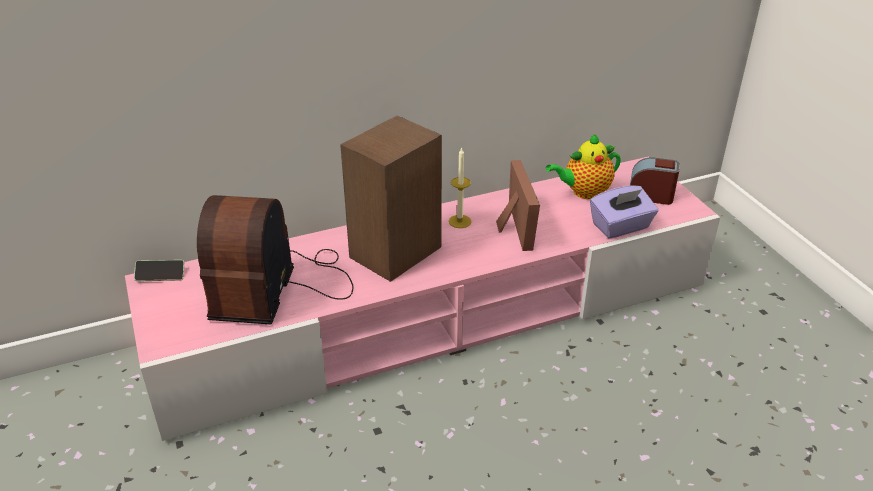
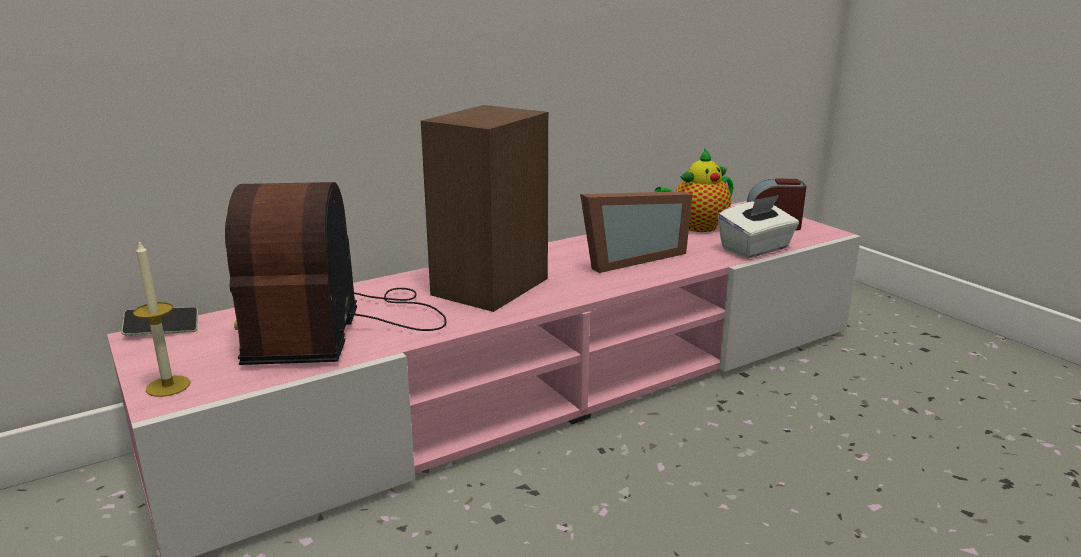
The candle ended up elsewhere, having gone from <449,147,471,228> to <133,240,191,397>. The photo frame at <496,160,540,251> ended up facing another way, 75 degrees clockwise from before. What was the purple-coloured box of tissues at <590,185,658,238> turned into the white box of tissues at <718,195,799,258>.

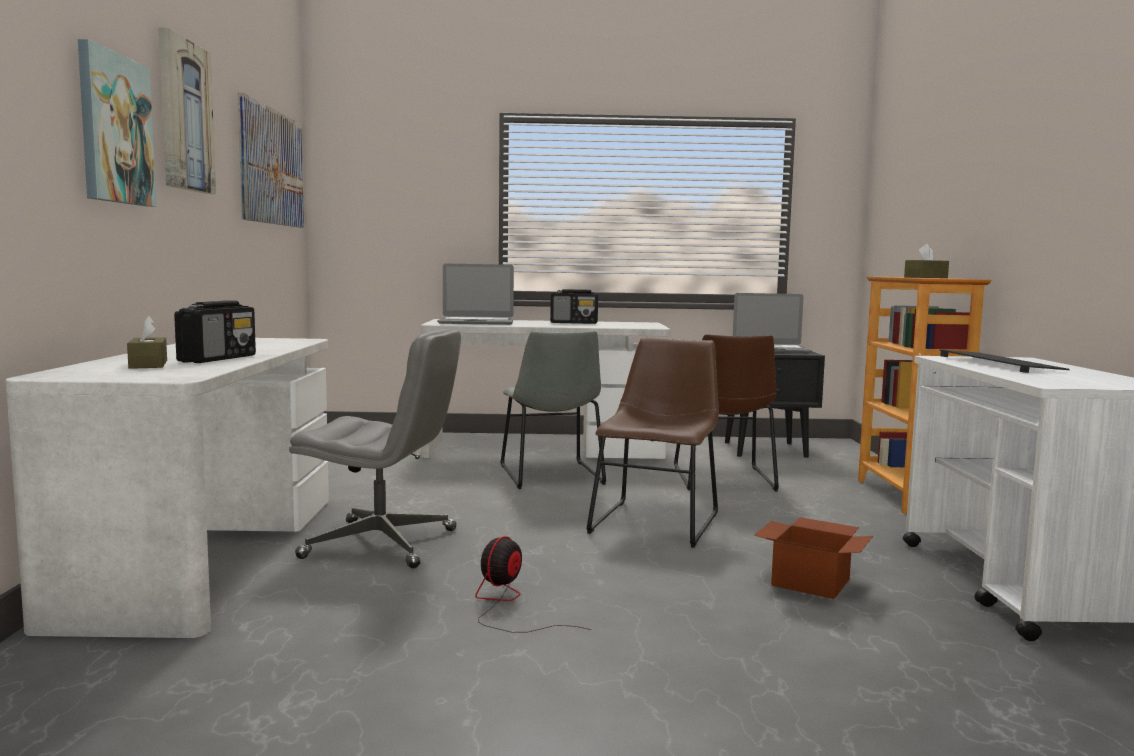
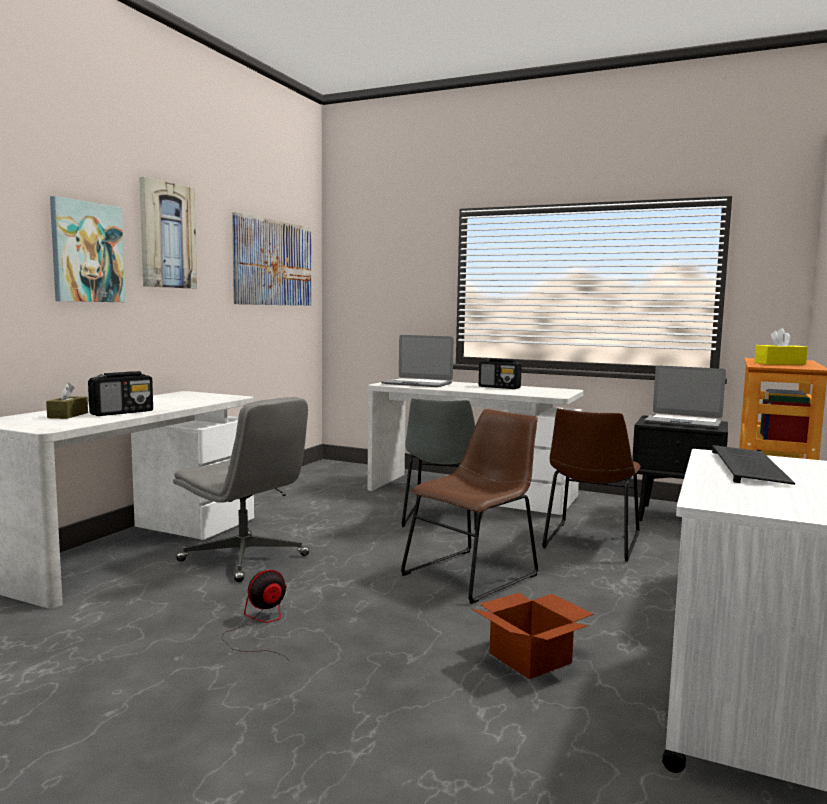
What was the brownish box of tissues at <904,244,949,278> turned into the yellowish box of tissues at <754,328,808,365>.

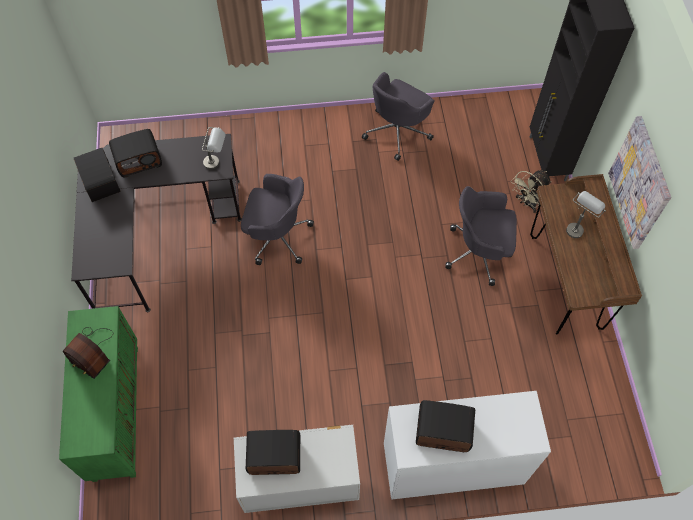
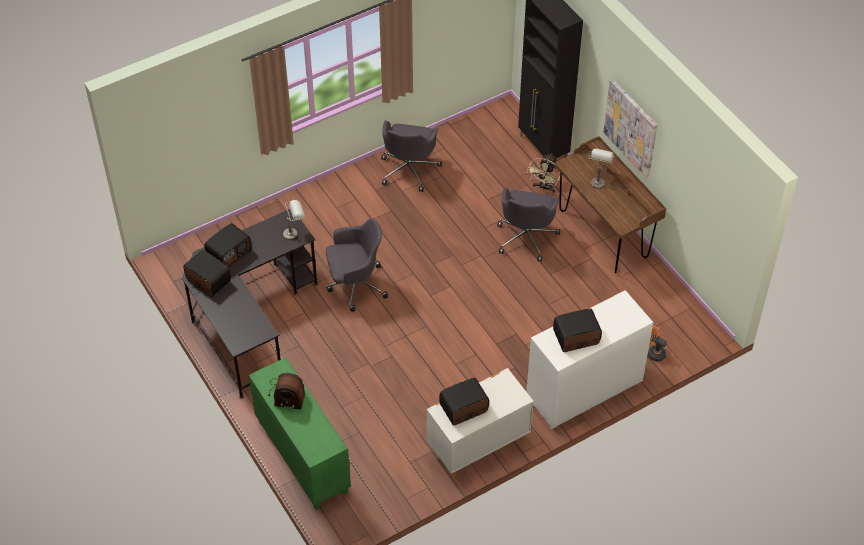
The greyish desk chair at <445,186,517,286> ended up facing another way, 60 degrees counterclockwise from before. The second view gained the orange-coloured fan at <648,326,667,362>.

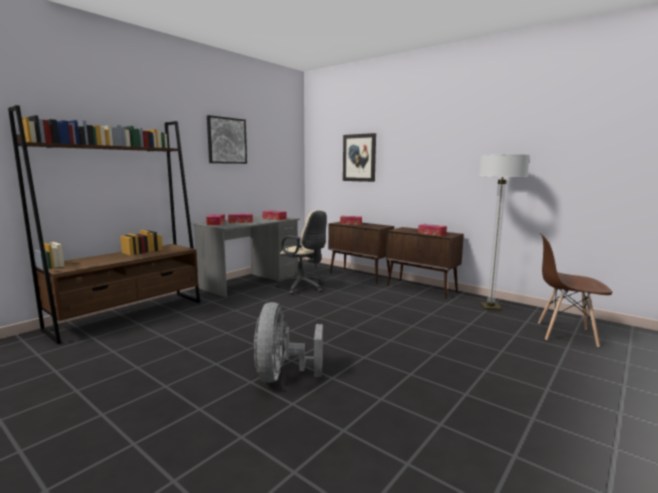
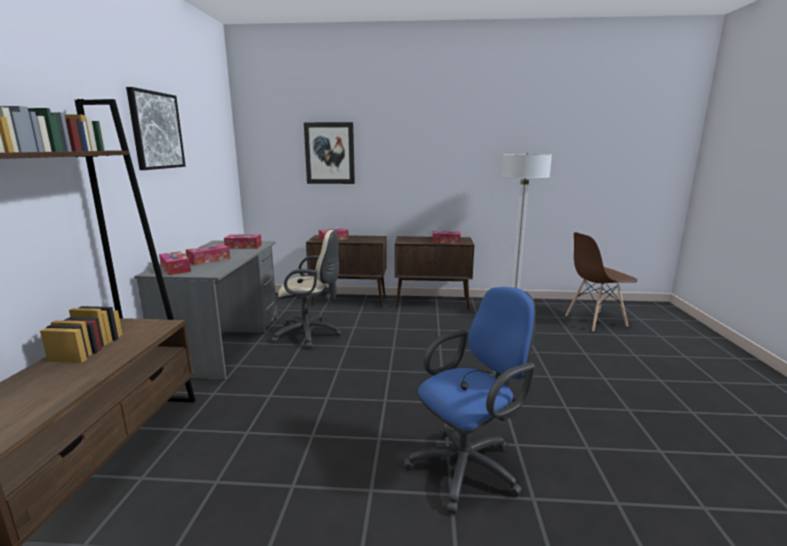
Where the greyish fan stood at <254,302,323,383>, the bluish desk chair came to stand at <404,287,536,514>.

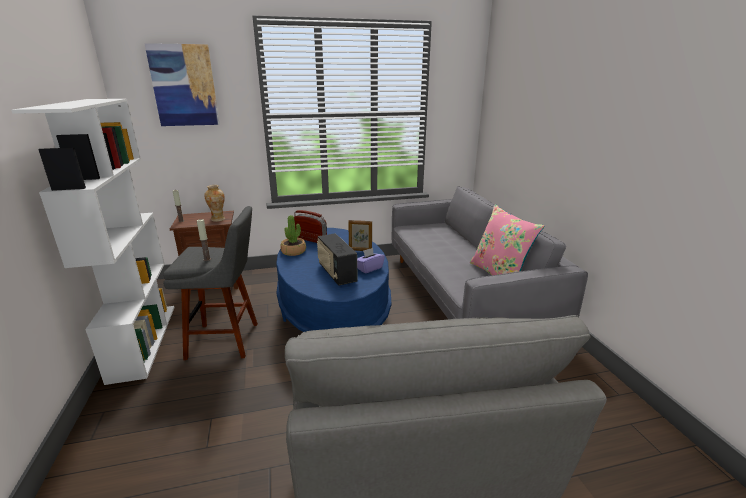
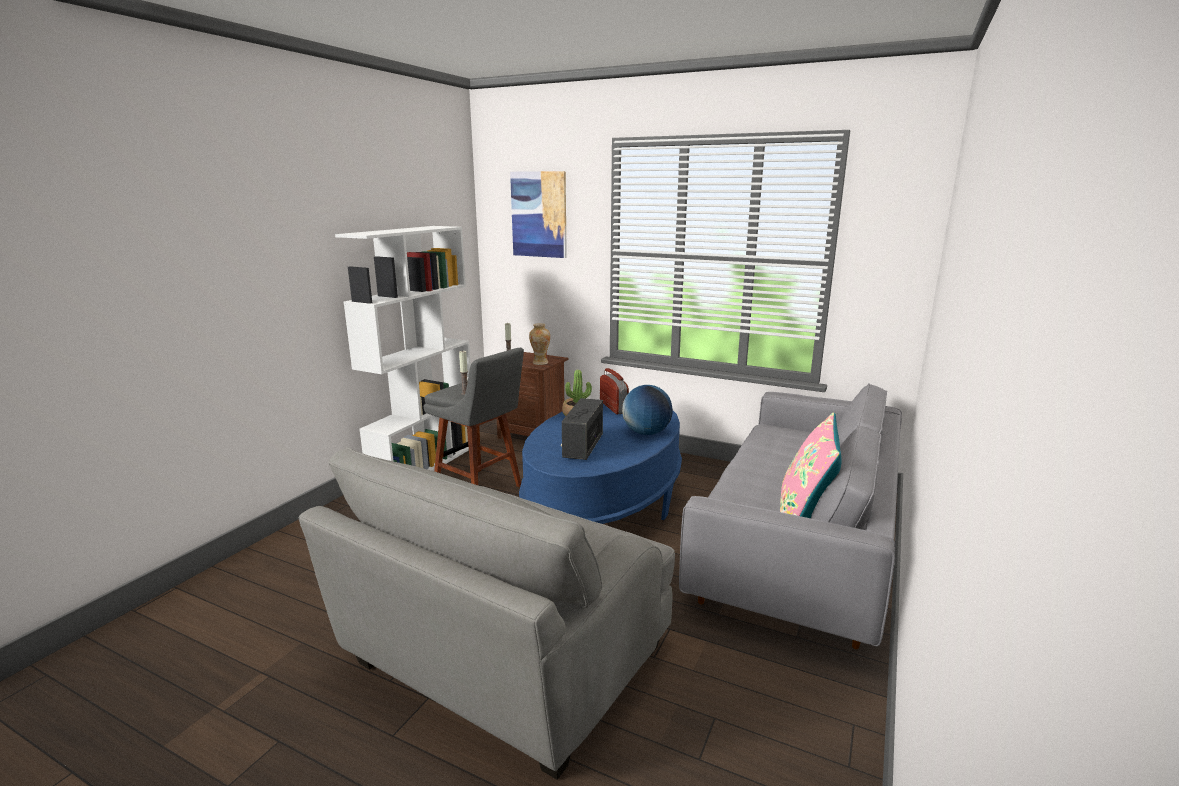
Where the photo frame stood at <348,220,372,251>, the world globe came to stand at <622,385,673,435>. The second view lost the purple-coloured box of tissues at <357,248,385,273>.

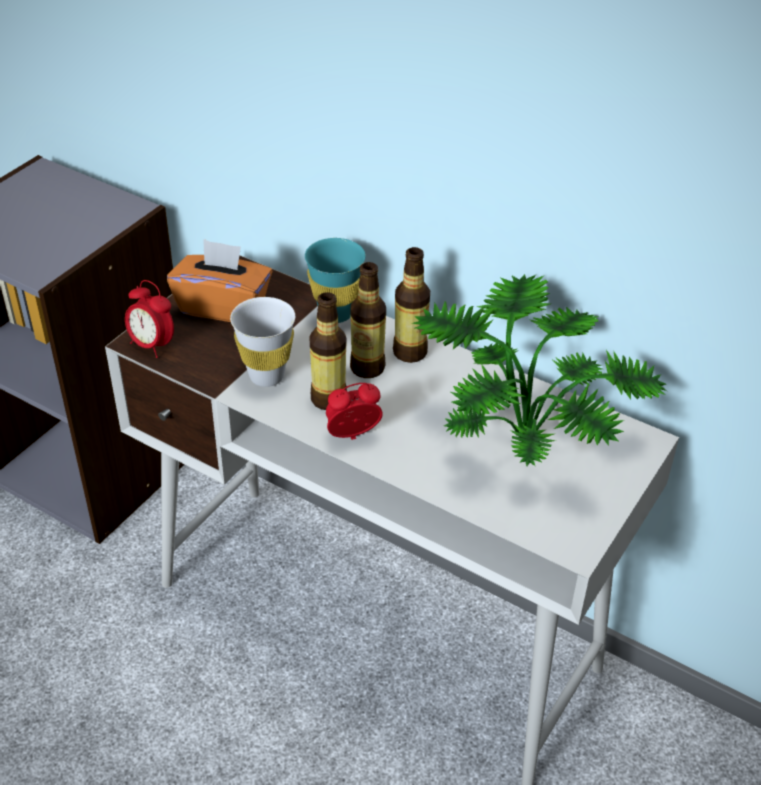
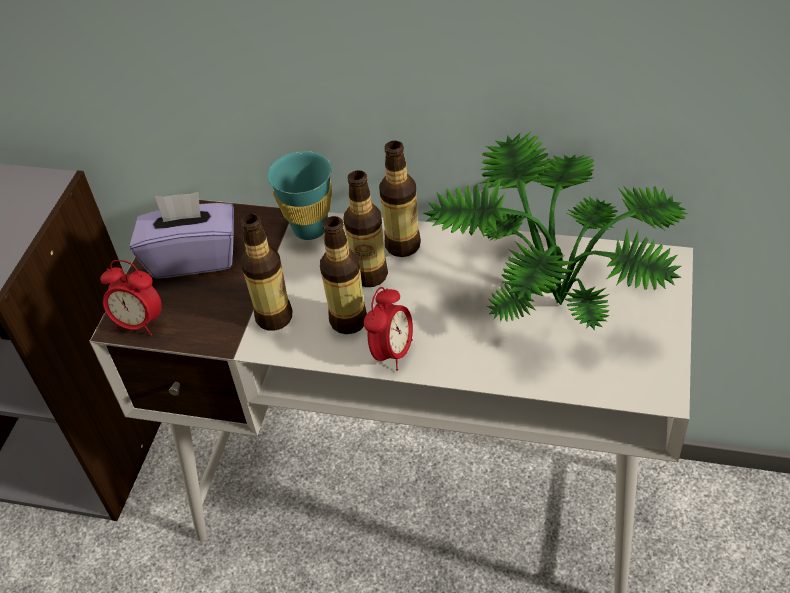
What was the orange-coloured box of tissues at <167,239,273,322> turned into the purple-coloured box of tissues at <130,192,234,278>. Where the white small cup stood at <230,297,295,387>, the bottle came to stand at <241,214,292,331>. The alarm clock at <326,383,383,440> ended up facing another way, 150 degrees clockwise from before.

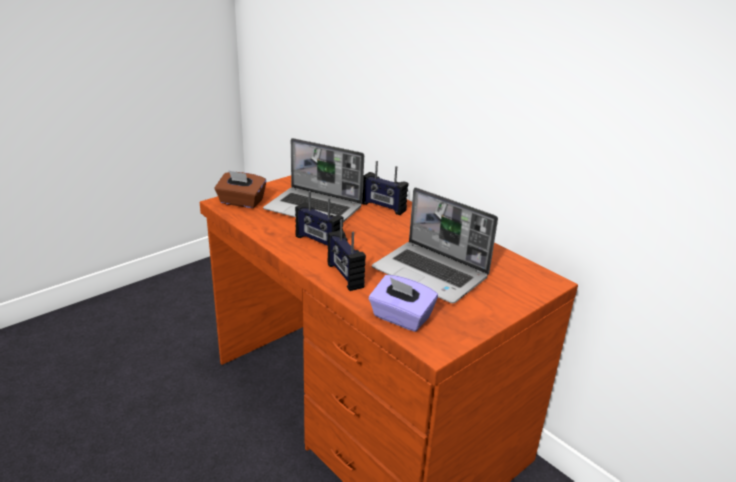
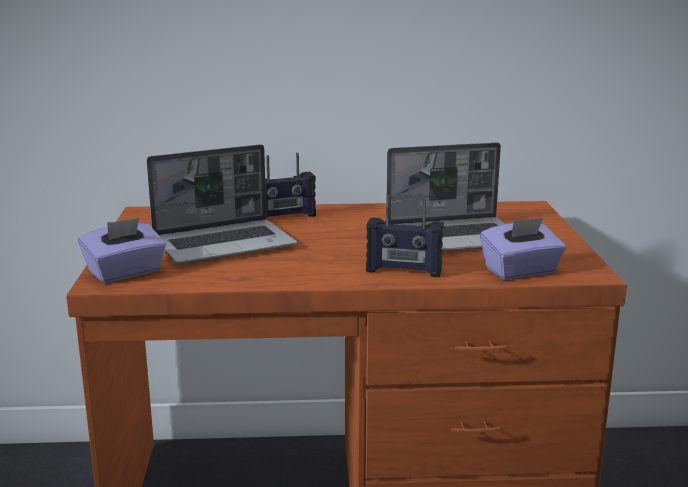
What was the brownish box of tissues at <214,170,266,208> turned into the purple-coloured box of tissues at <78,218,166,283>. The second view lost the radio at <295,191,344,246>.

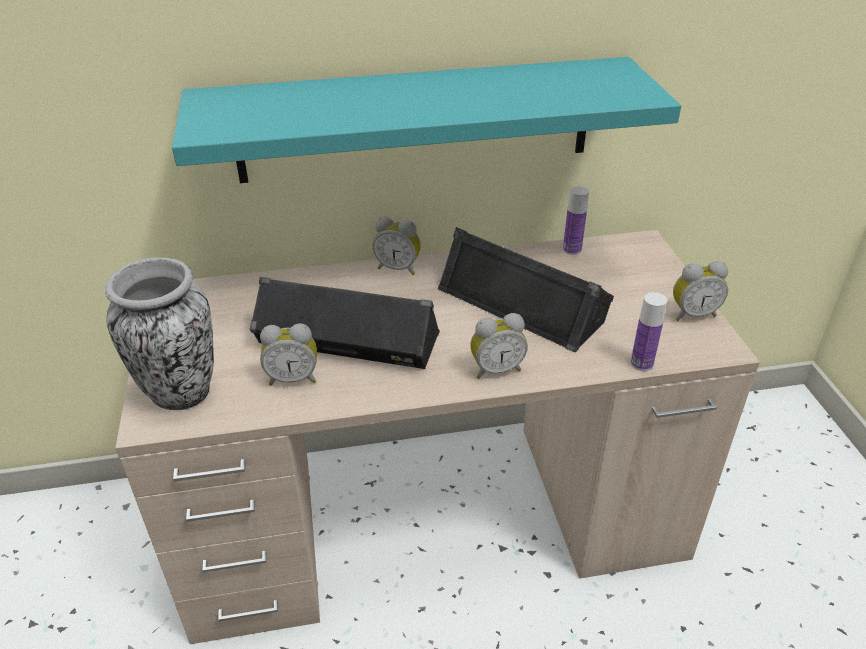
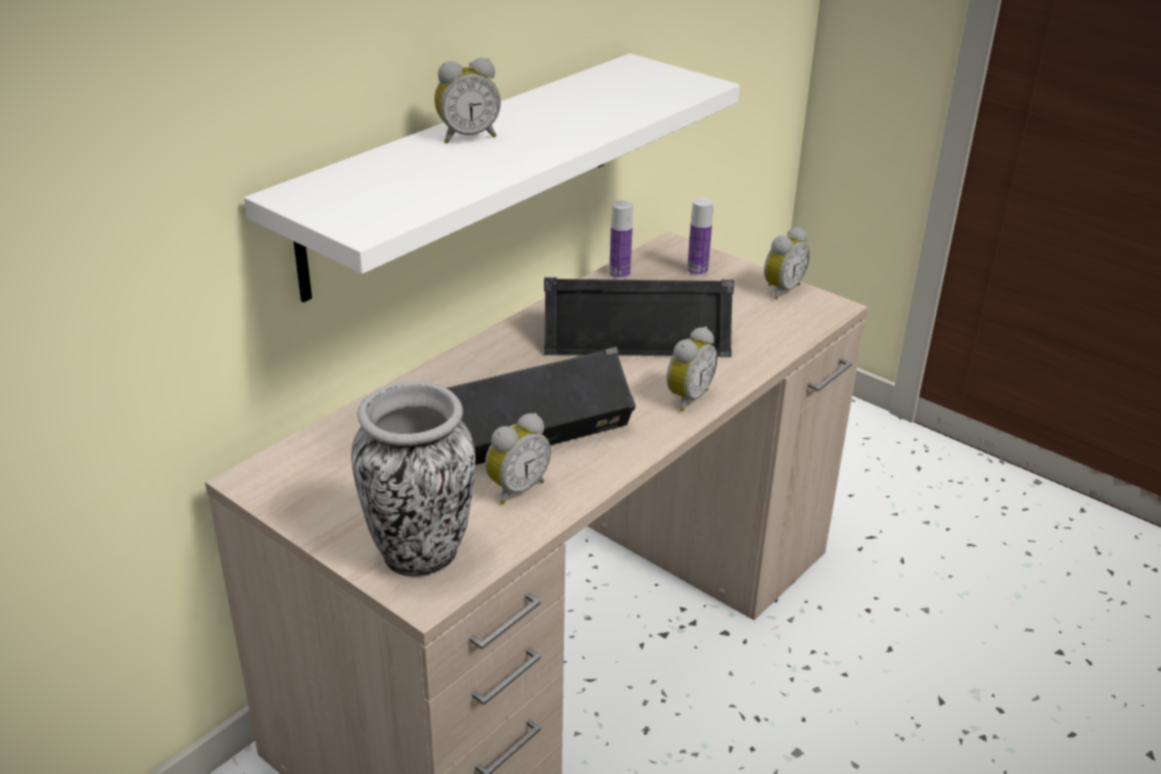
What was the turquoise wall shelf at <172,57,681,183> turned into the white wall shelf at <244,53,740,302>. The alarm clock ended up elsewhere, having gone from <373,217,421,275> to <434,58,501,143>. The bottle ended up elsewhere, having gone from <631,292,667,371> to <687,198,713,276>.

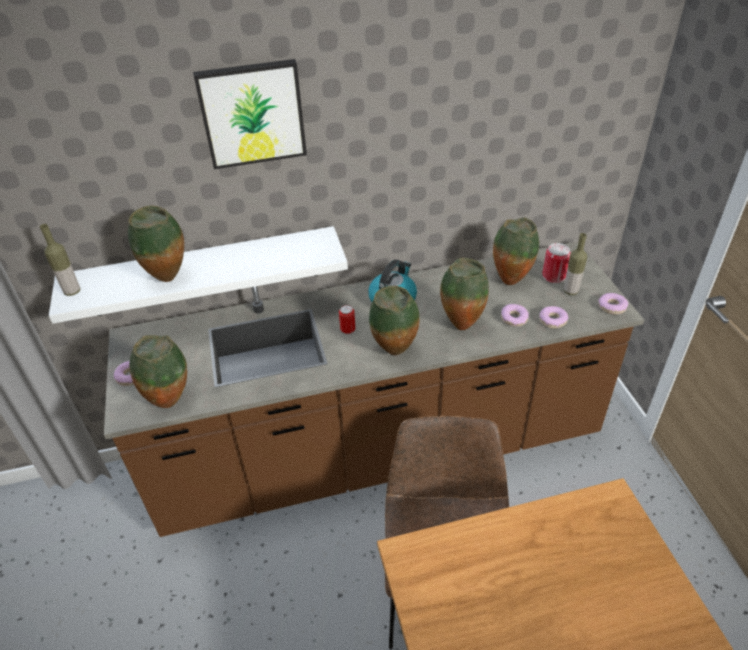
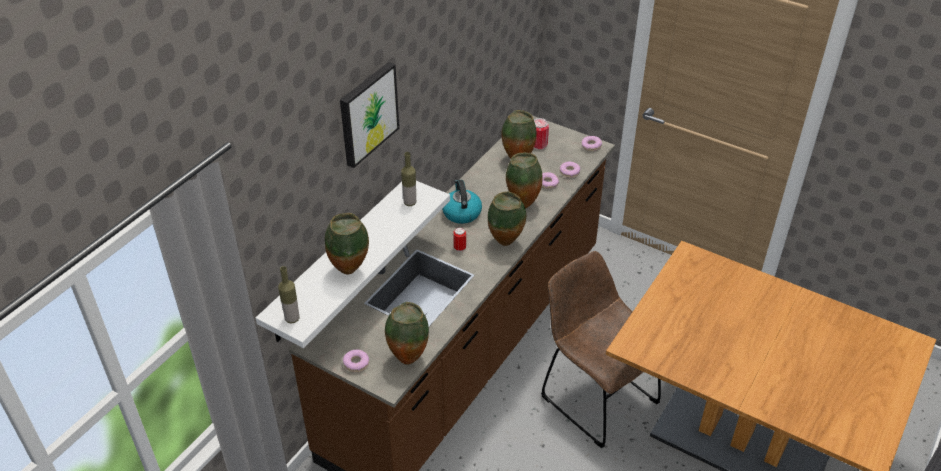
The bottle ended up elsewhere, having gone from <564,233,587,295> to <401,152,416,206>.

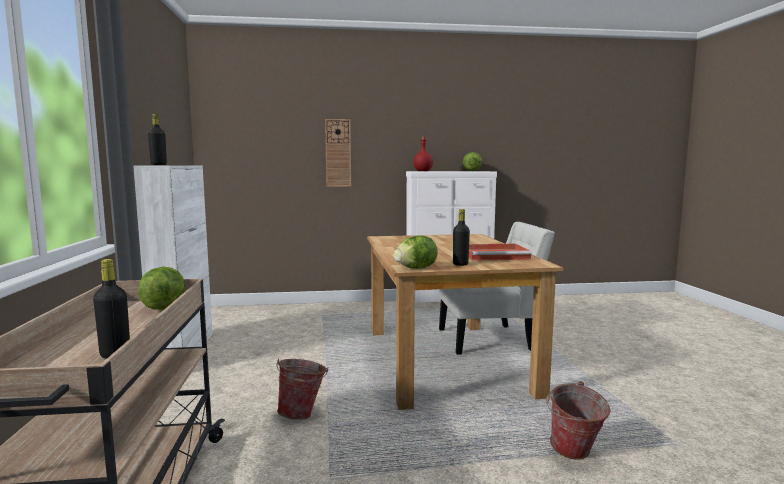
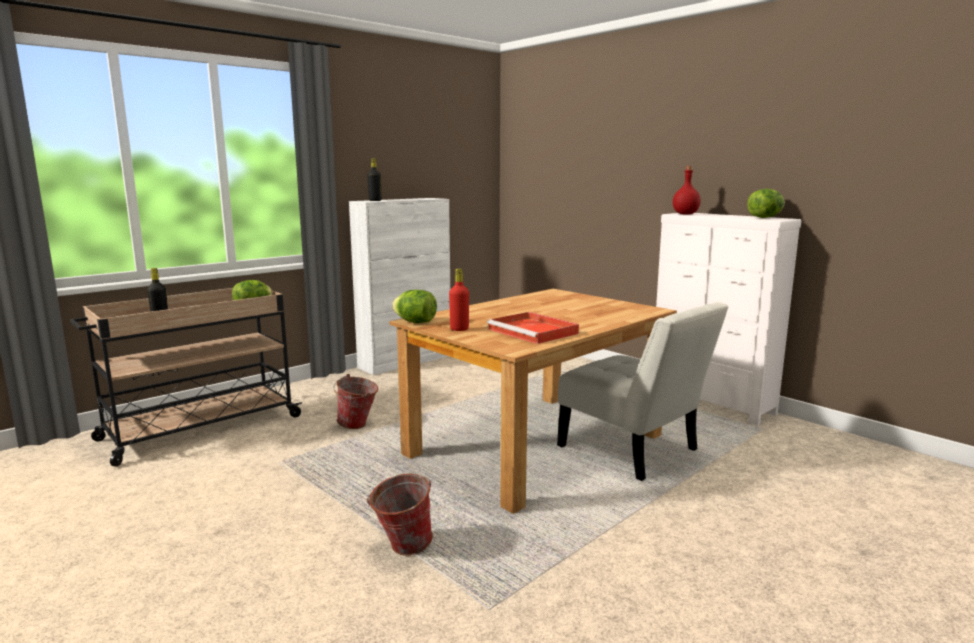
The second view lost the hanging clock at <325,119,351,187>. What was the blackish bottle at <453,209,470,266> turned into the red-coloured bottle at <449,269,469,331>.

